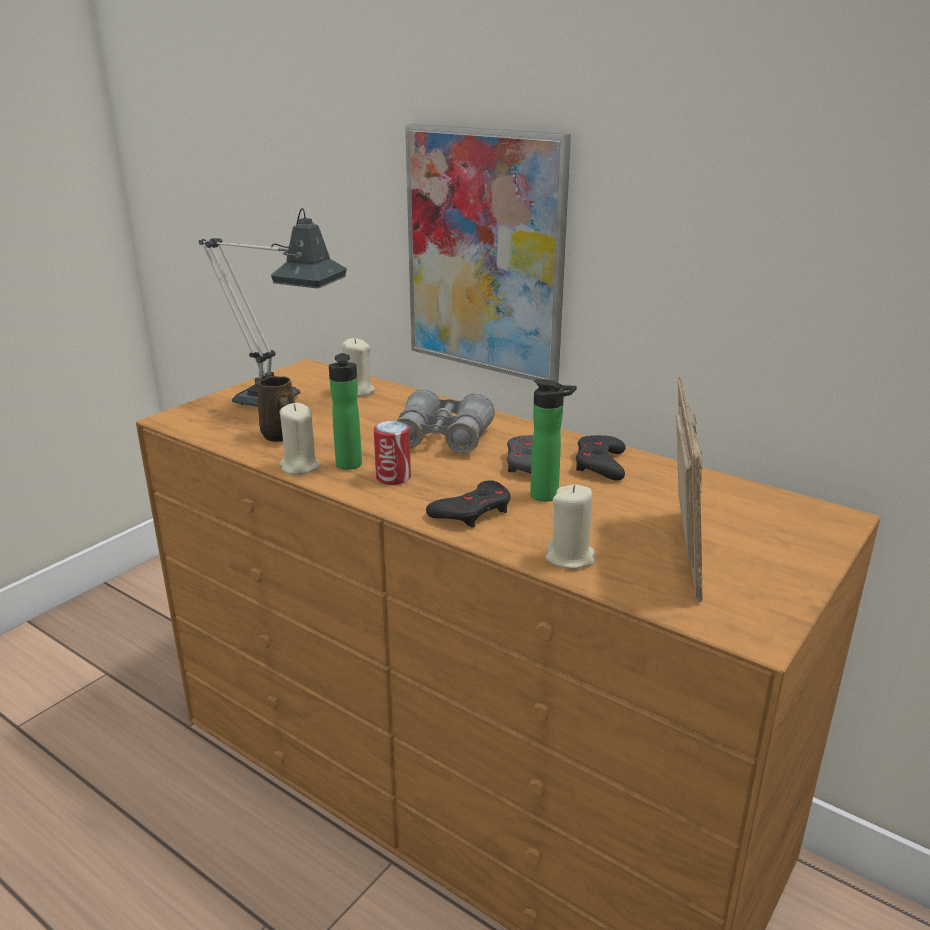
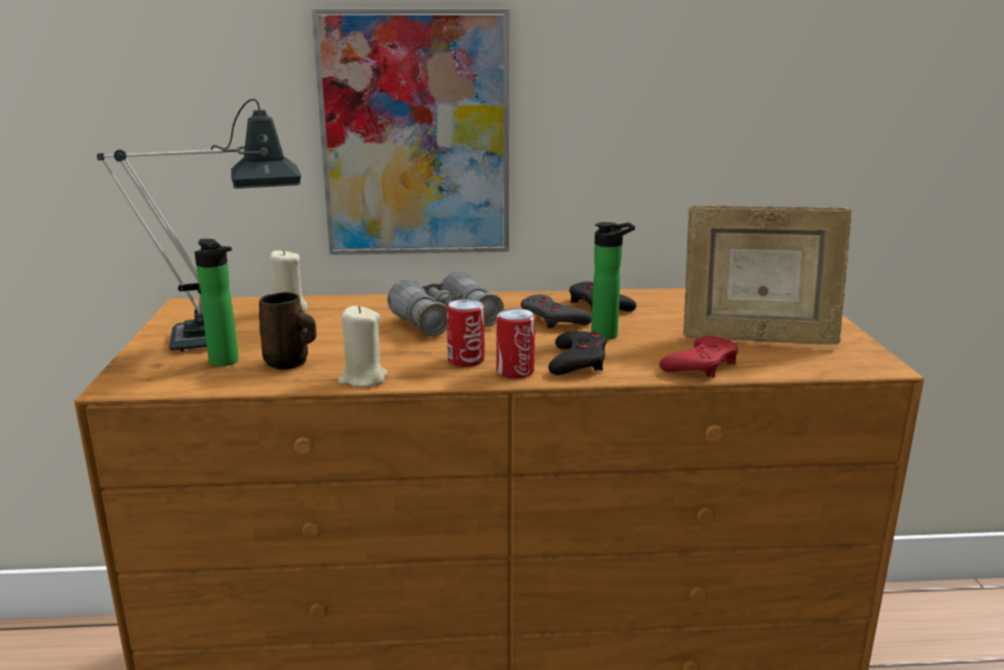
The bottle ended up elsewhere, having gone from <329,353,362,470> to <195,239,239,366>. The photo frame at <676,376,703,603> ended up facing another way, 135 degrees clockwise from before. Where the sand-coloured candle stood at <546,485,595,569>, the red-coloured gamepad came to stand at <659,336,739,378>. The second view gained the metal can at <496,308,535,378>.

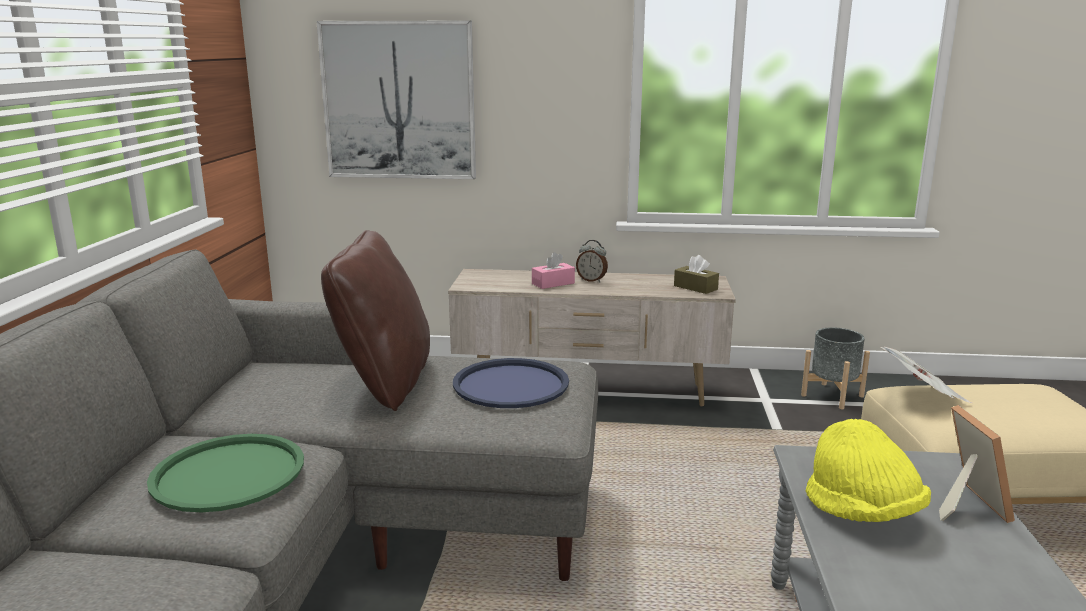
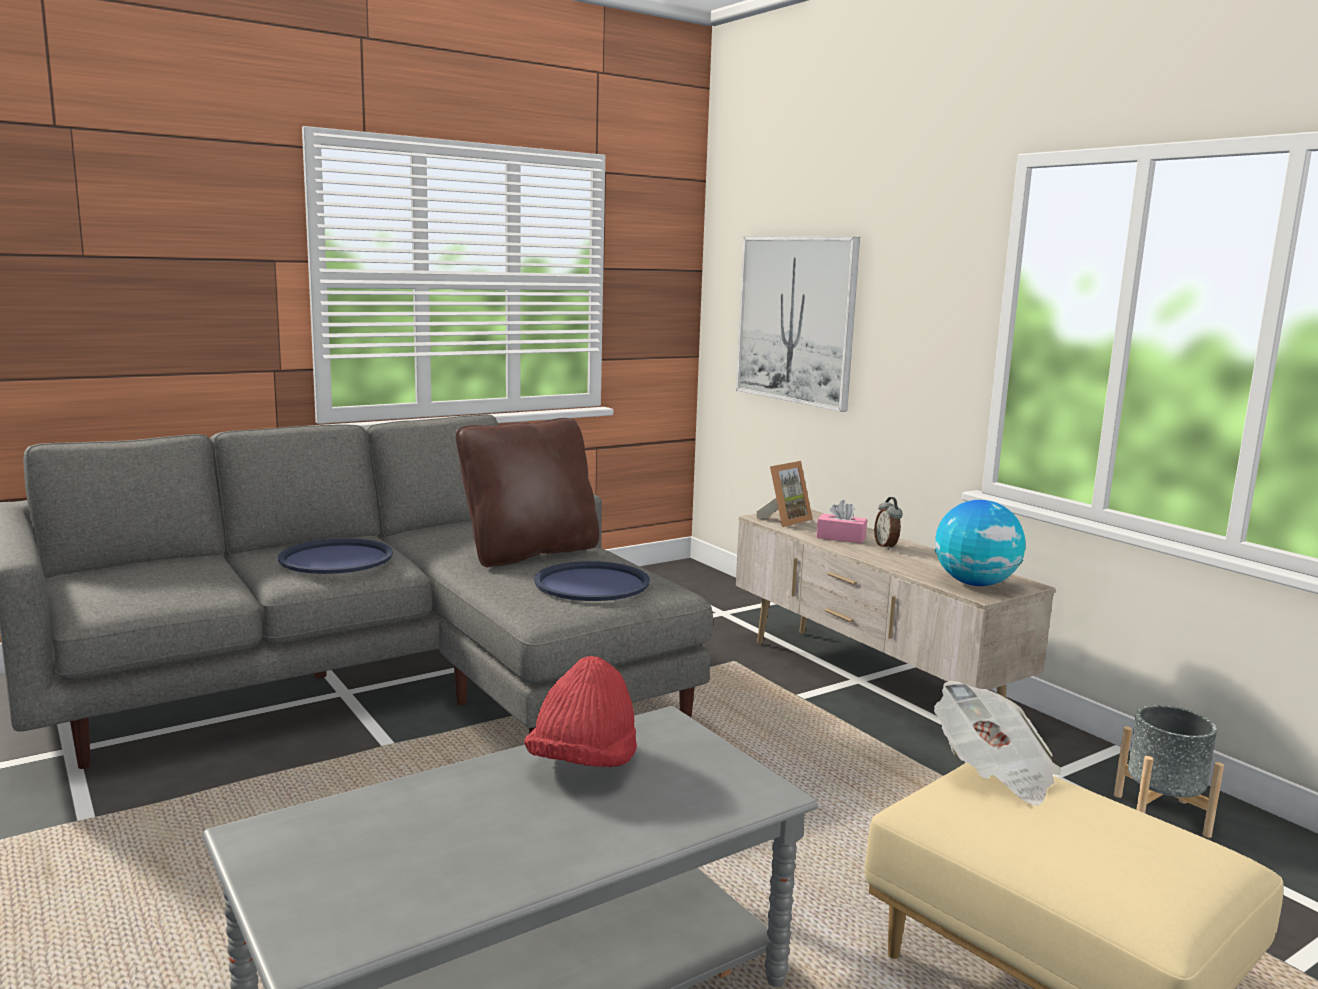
Where the brownish box of tissues stood at <674,255,719,294>, the world globe came to stand at <935,500,1026,586>. The photo frame ended up elsewhere, having gone from <939,405,1015,523> to <756,461,813,527>. What was the yellowish clothing hat at <806,419,931,522> turned into the red-coloured clothing hat at <524,656,637,767>. What was the greenish tray at <147,434,304,512> turned into the bluish tray at <278,538,393,574>.

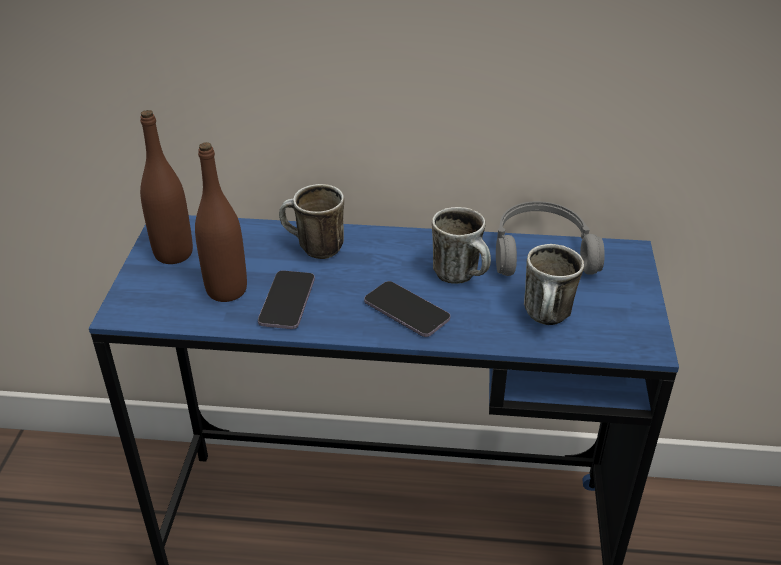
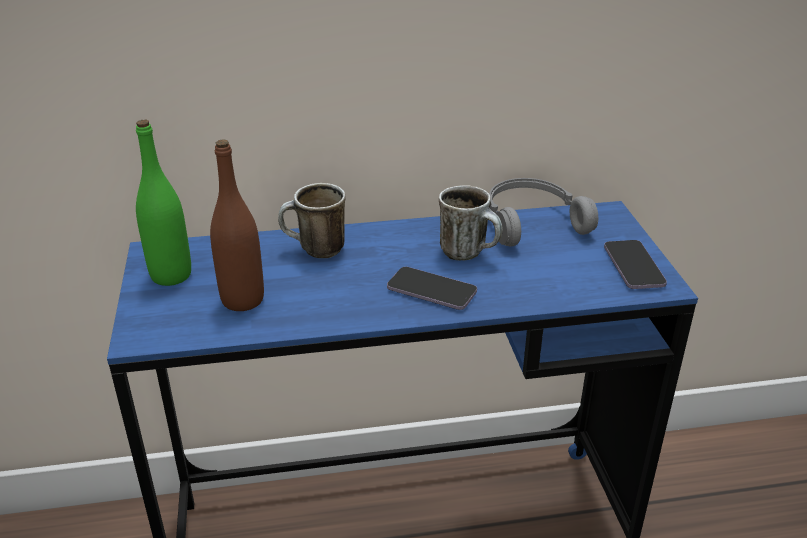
What was the brownish bottle at <140,110,193,264> turned into the greenish bottle at <136,120,191,286>. The second view lost the tea mug at <524,244,584,325>. The telephone ended up elsewhere, having gone from <258,270,315,329> to <604,240,667,289>.

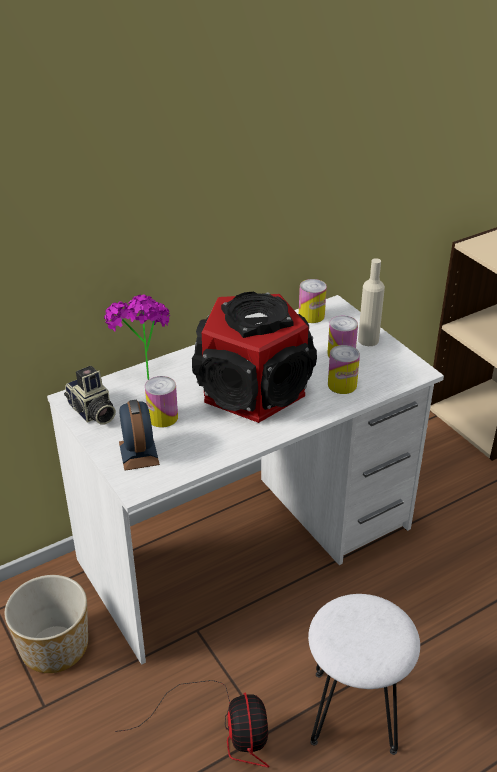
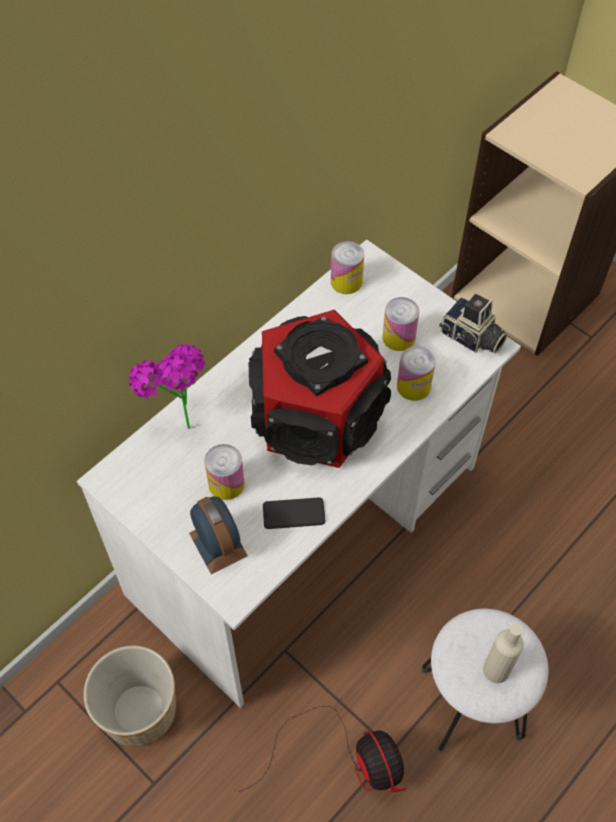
The sand-coloured bottle ended up elsewhere, having gone from <358,258,385,346> to <483,624,524,683>. The photo camera ended up elsewhere, having gone from <64,366,116,424> to <439,294,508,354>. The second view gained the telephone at <263,497,325,529>.

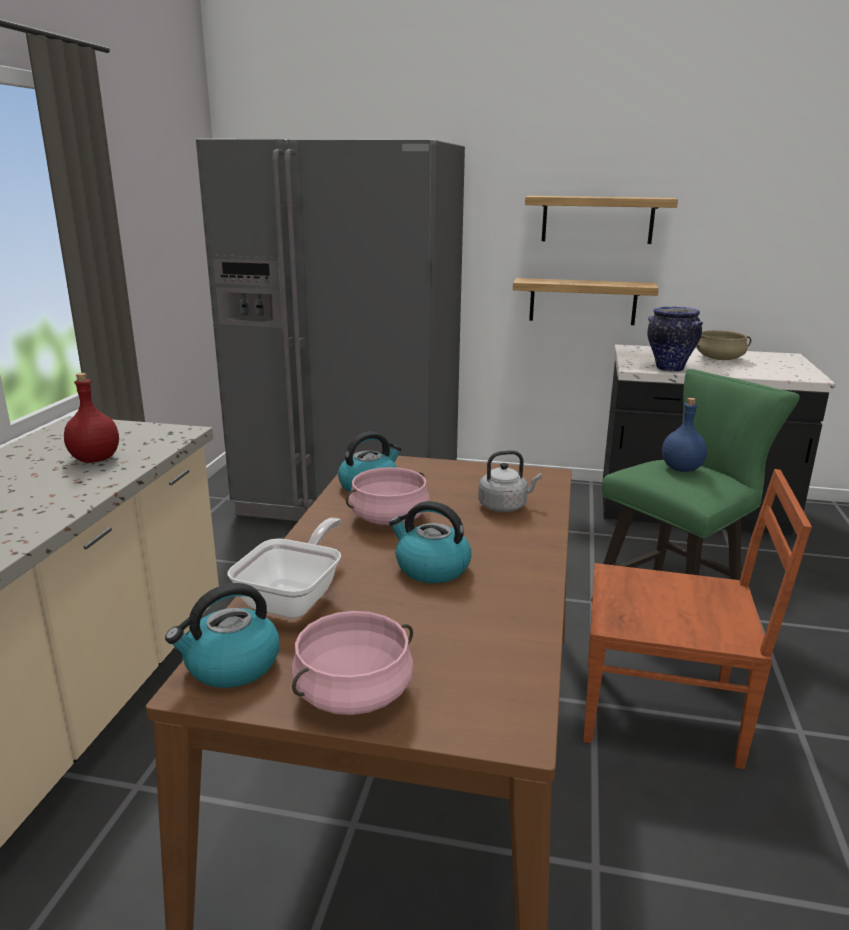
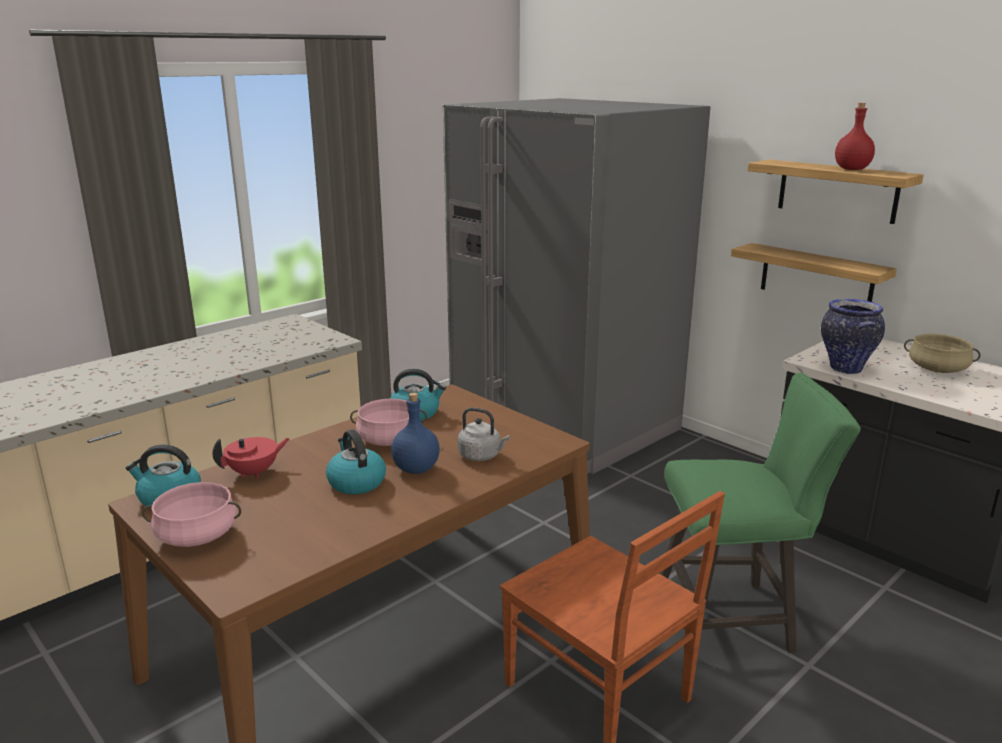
The red-coloured bottle ended up elsewhere, having gone from <64,373,119,463> to <835,103,875,170>. The bluish bottle ended up elsewhere, having gone from <662,398,707,472> to <391,393,440,474>. Where the pan stood at <228,517,341,618>, the red-coloured teapot came to stand at <212,437,290,479>.

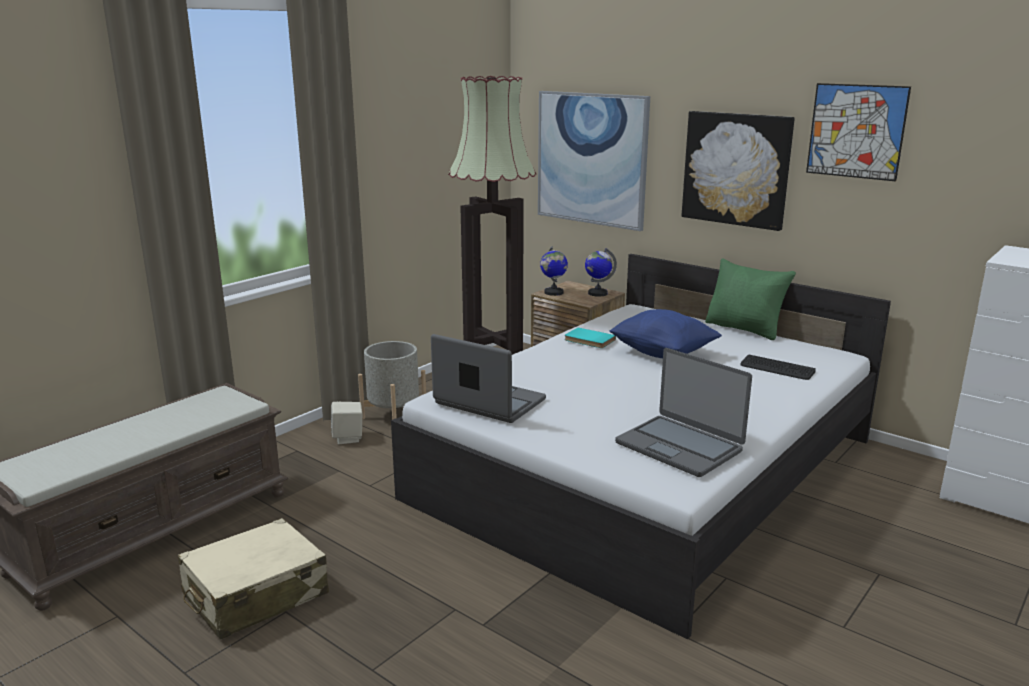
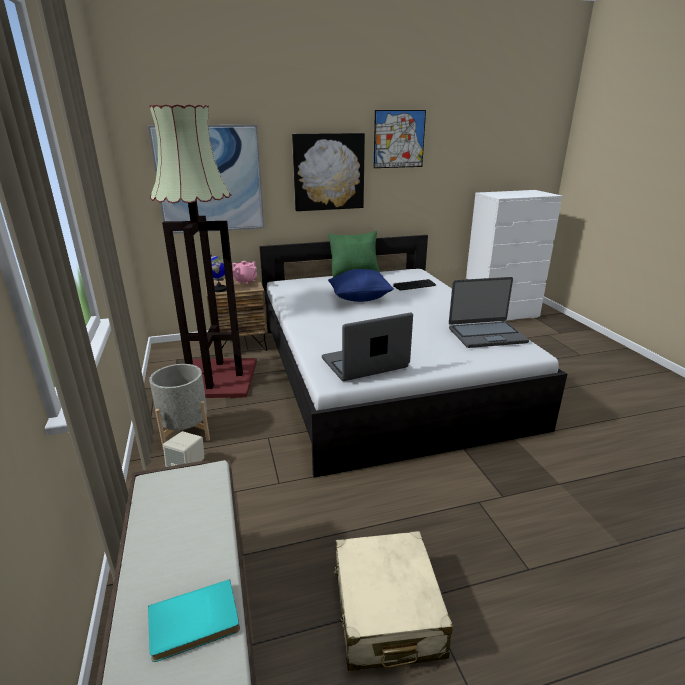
Where the world globe stood at <585,248,617,297>, the pink-coloured teapot came to stand at <232,261,257,284>. The turquoise bound book ended up elsewhere, having gone from <565,328,616,348> to <148,579,240,662>.

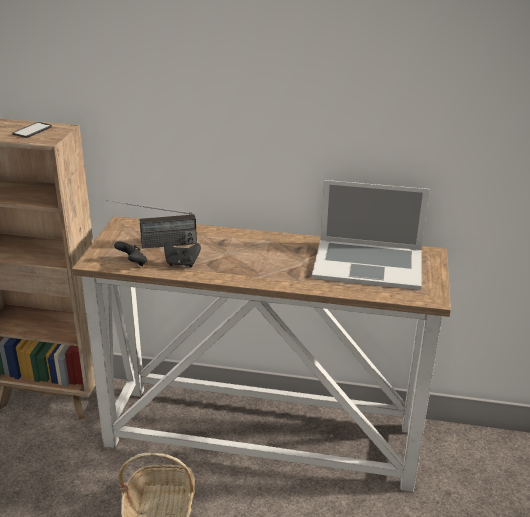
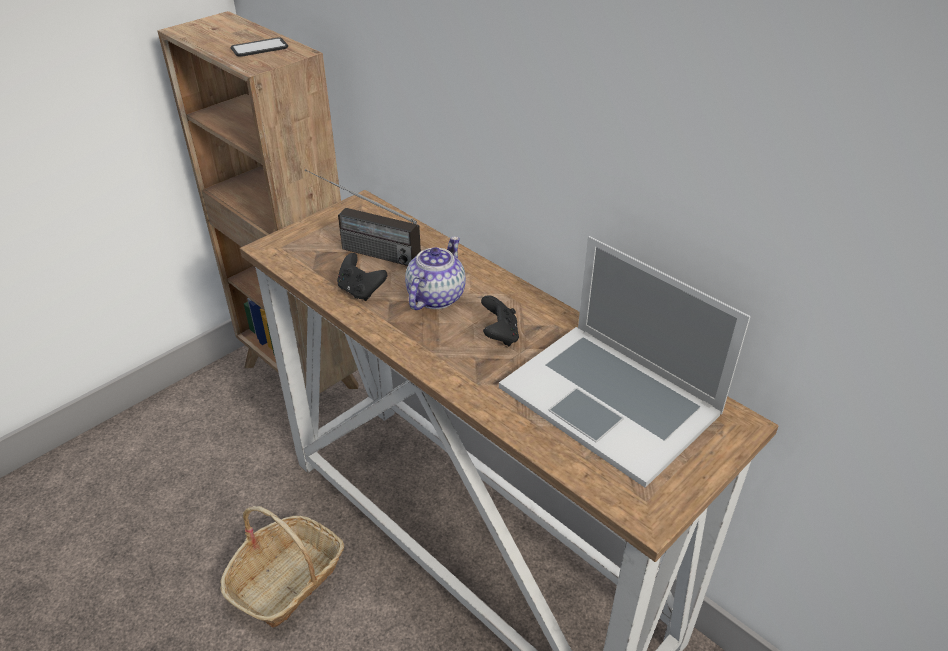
The blackish gamepad ended up elsewhere, having gone from <114,241,147,266> to <481,295,519,346>. The second view gained the teapot at <405,236,466,310>.

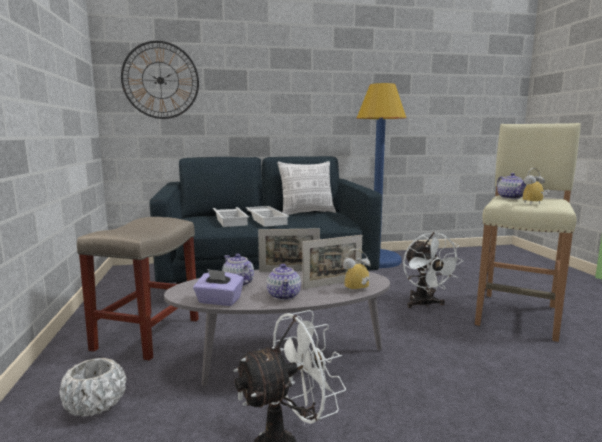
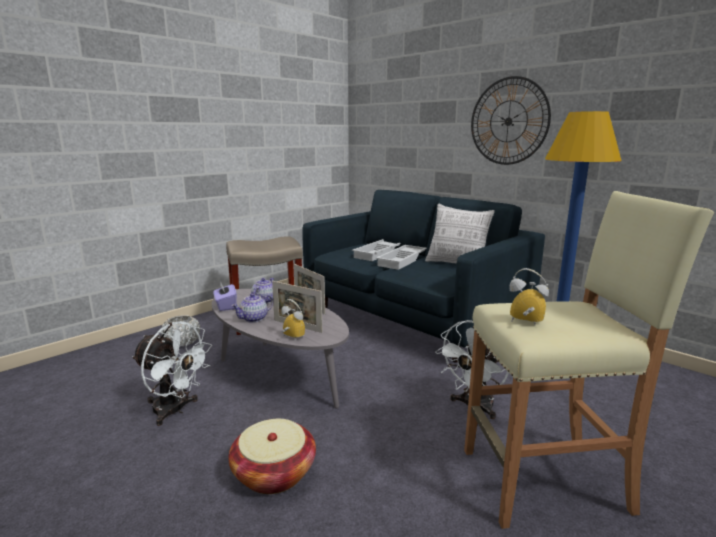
The hanging clock ended up elsewhere, having gone from <121,41,199,119> to <471,76,551,165>. The second view lost the teapot at <497,173,526,199>. The second view gained the household basket at <228,419,316,494>.

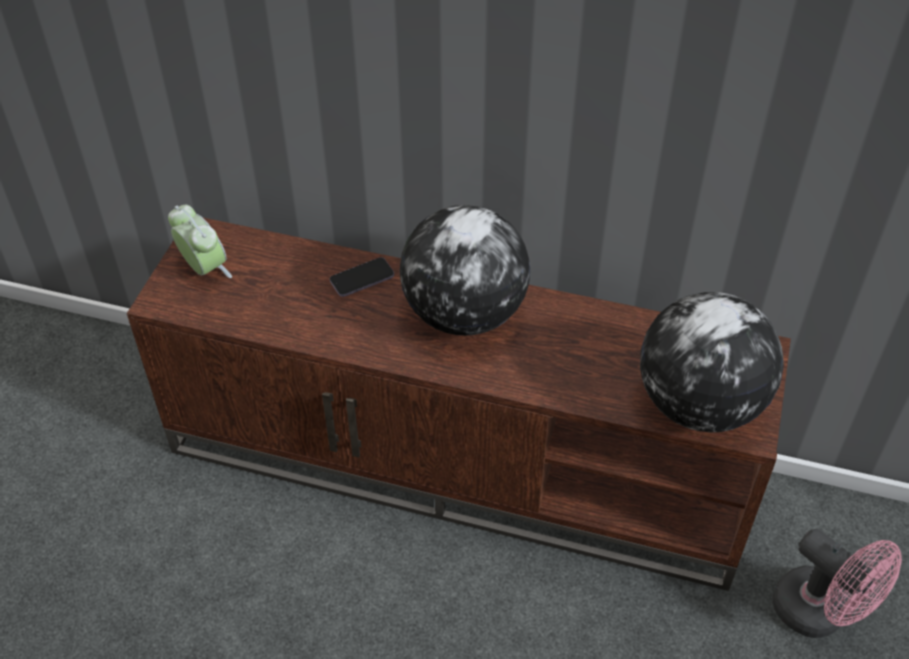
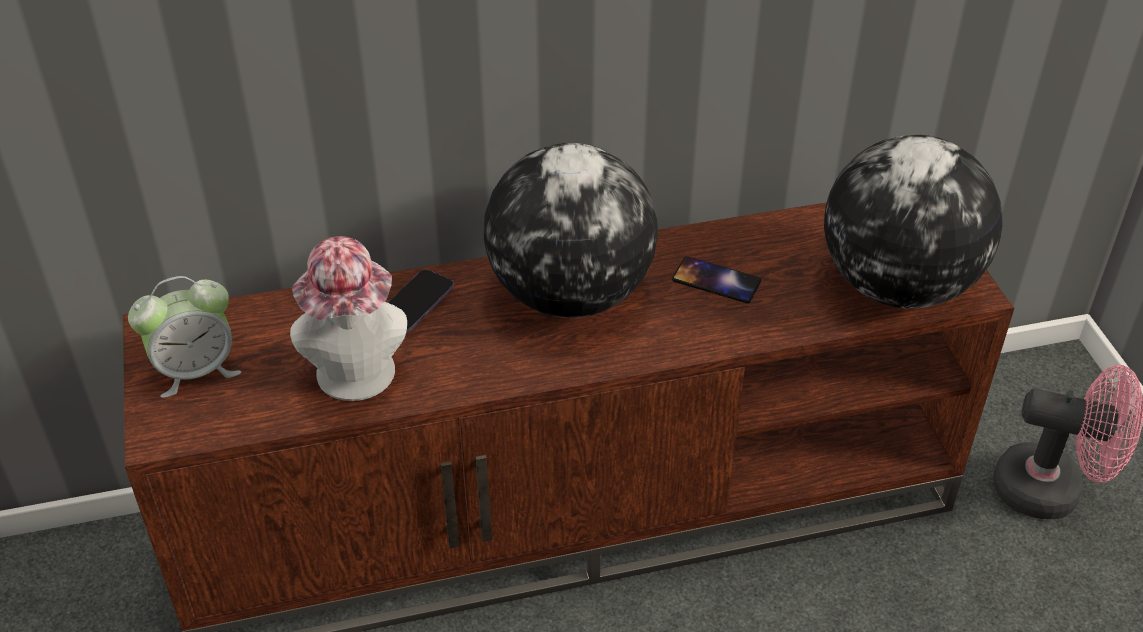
The alarm clock at <168,205,232,278> ended up facing another way, 135 degrees clockwise from before. The second view gained the clothing hat at <290,236,407,401>. The second view gained the telephone at <672,256,761,303>.

